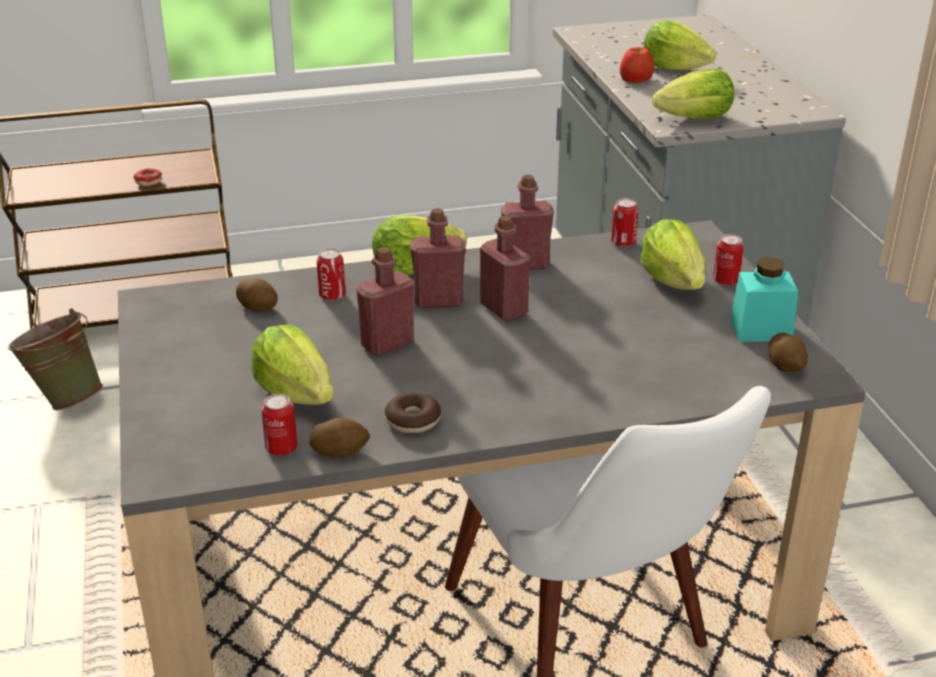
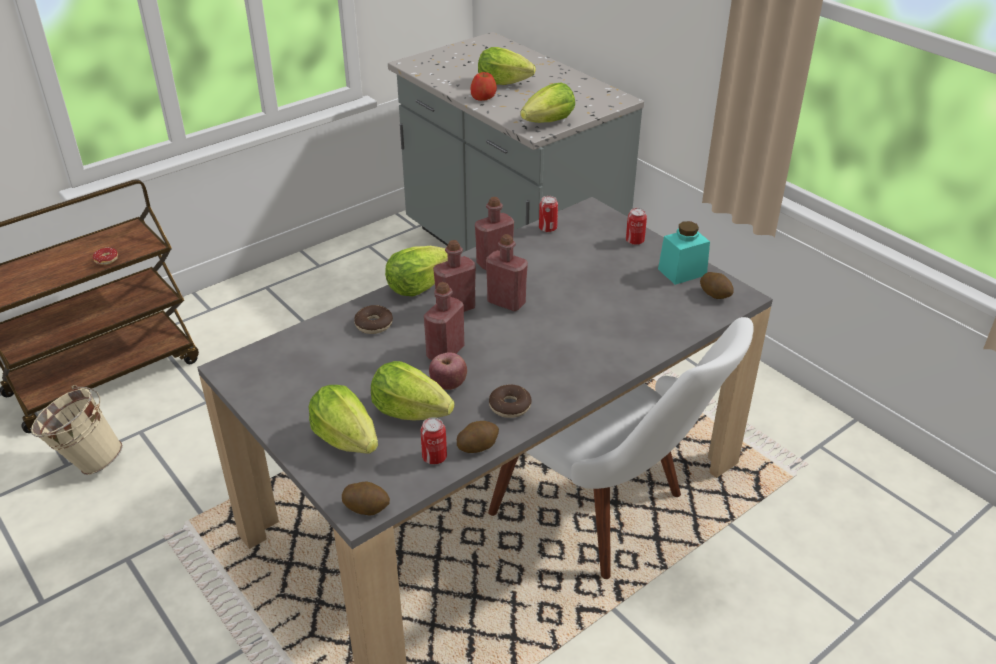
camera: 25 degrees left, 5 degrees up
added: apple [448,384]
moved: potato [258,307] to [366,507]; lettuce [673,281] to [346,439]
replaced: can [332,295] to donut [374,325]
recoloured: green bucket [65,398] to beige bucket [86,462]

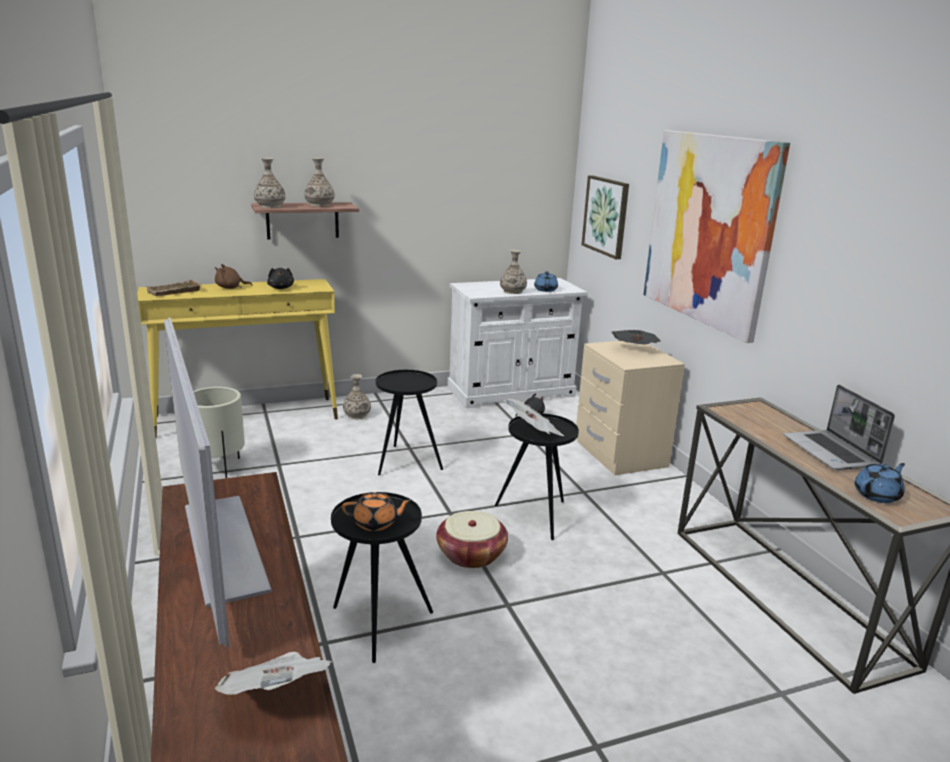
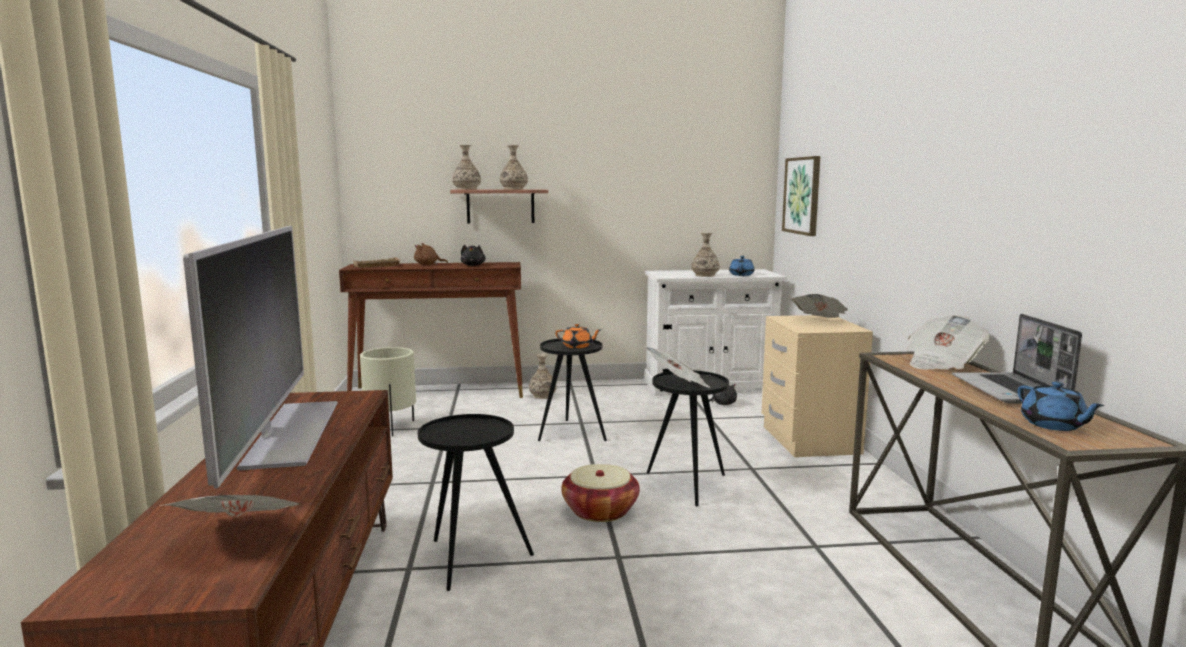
camera: 15 degrees right, 10 degrees down
removed: picture [709,230]
added: newspaper [941,363]
moved: orange teapot [376,523] to [577,346]
recoloured: yellow console table [248,417] to brown console table [439,392]
turned: blue teapot [877,495] = [1053,425] 90 degrees clockwise

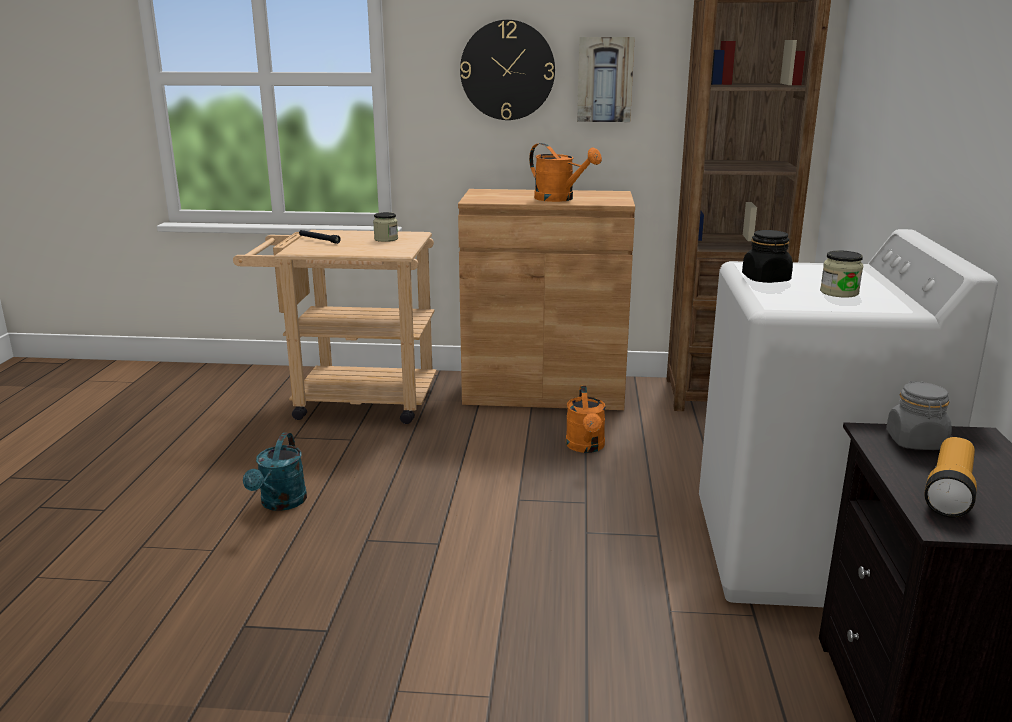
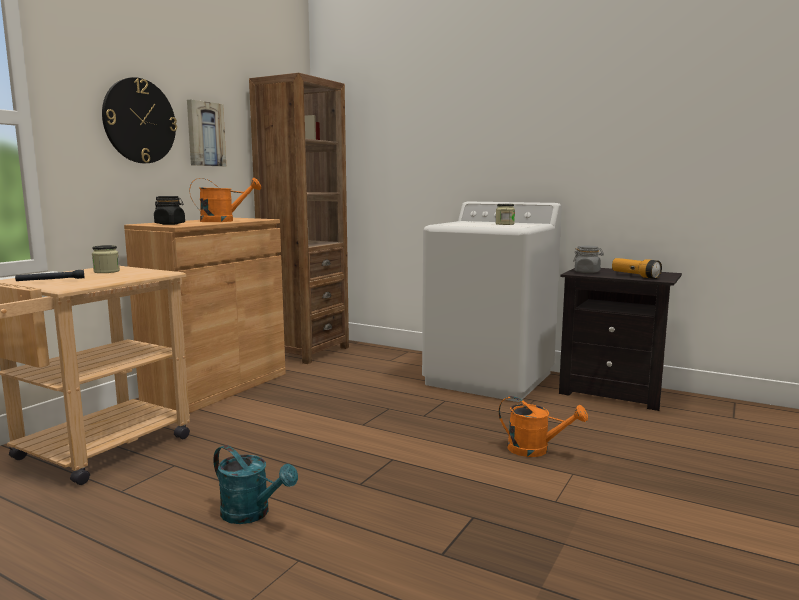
camera: 65 degrees left, 10 degrees down
moved: orange watering can [586,447] to [536,450]; black jar [766,279] to [170,224]

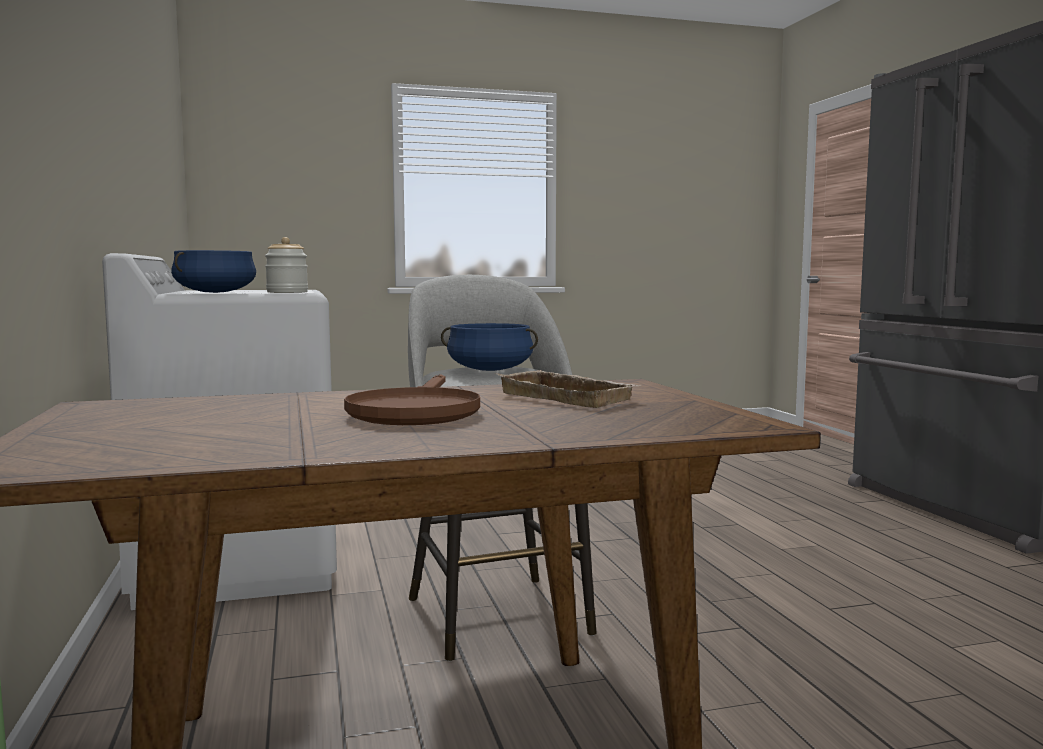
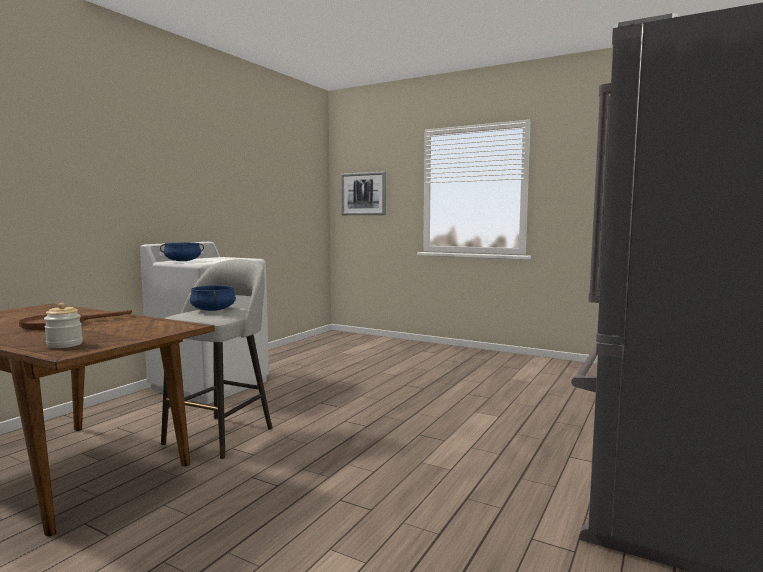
camera: 45 degrees right, 0 degrees up
removed: beige tray [570,397]
added: picture [363,194]
moved: jar [287,292] to [64,345]

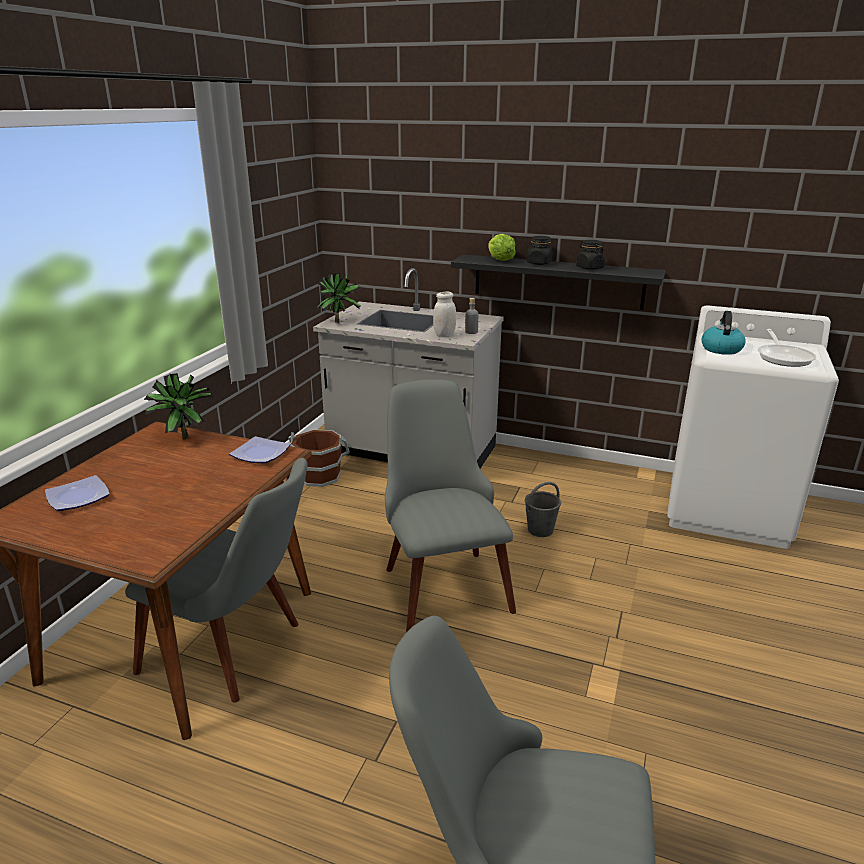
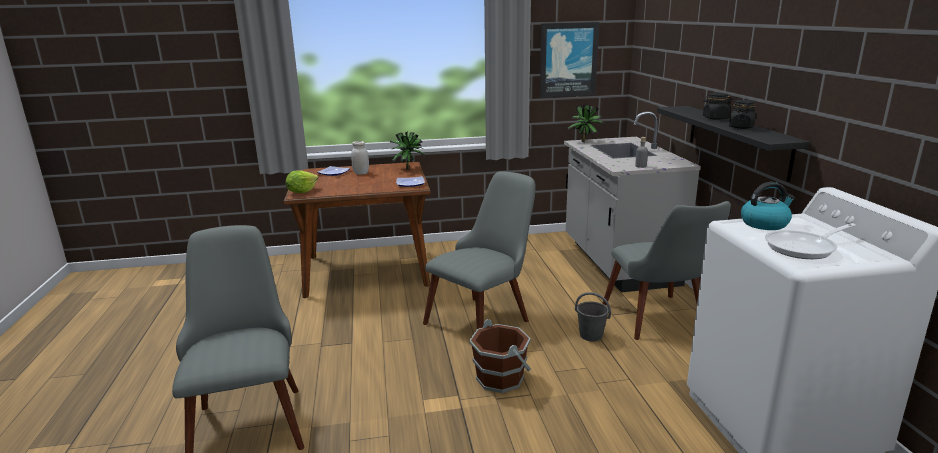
camera: 60 degrees right, 5 degrees down
added: picture [568,60]
moved: grey chair [238,650] to [660,323]; brown bucket [319,476] to [500,378]; white jar [444,335] to [361,173]; lettuce [500,260] to [302,192]

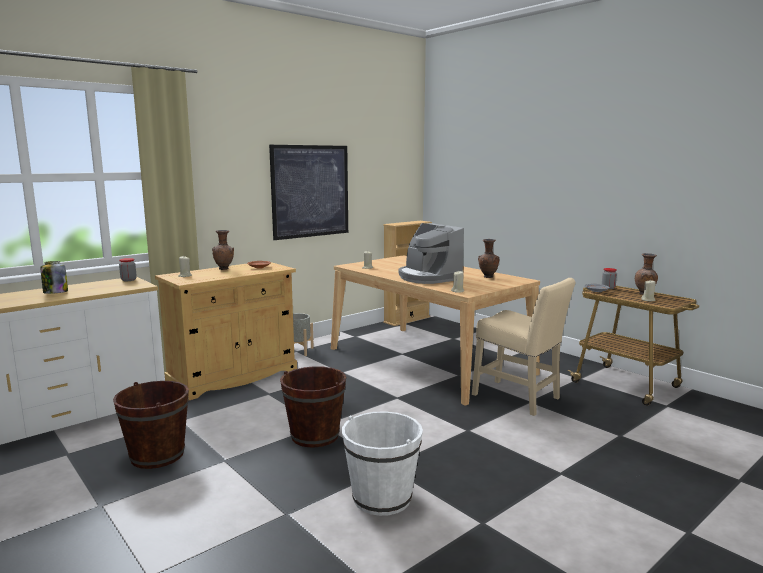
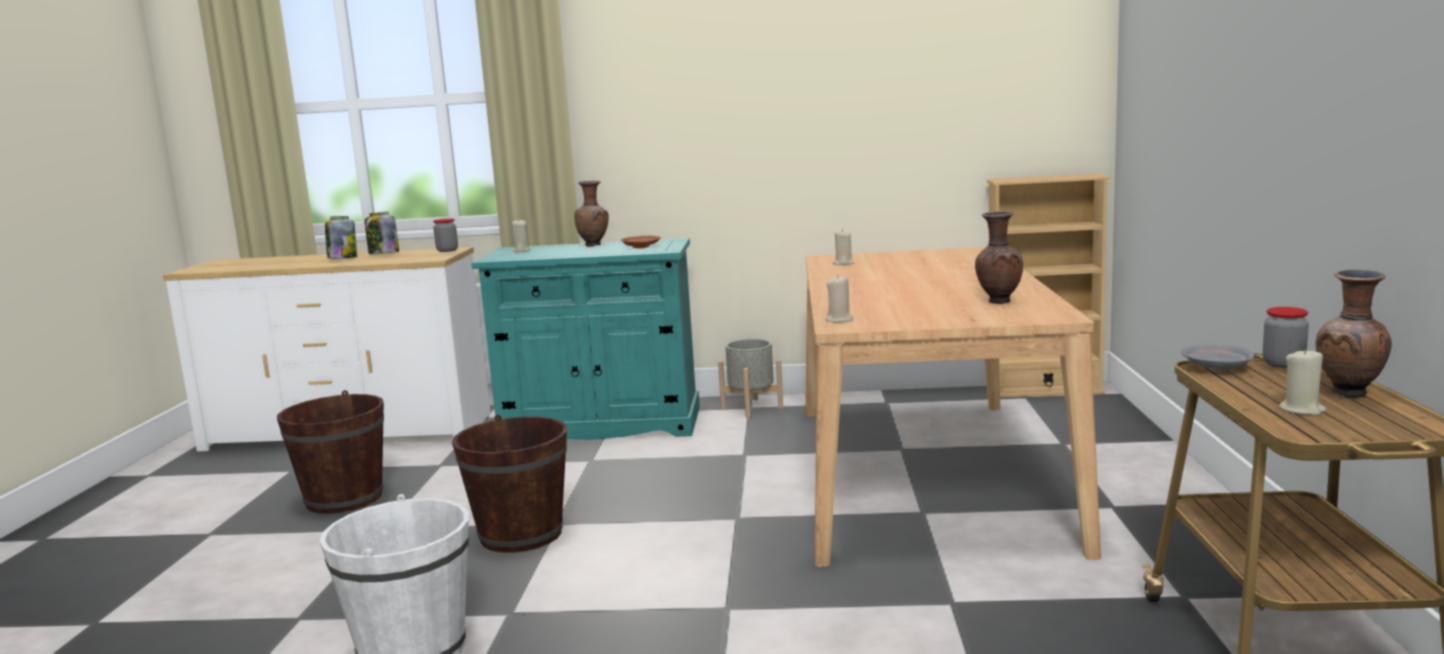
camera: 45 degrees right, 0 degrees up
removed: picture [310,191]; coffee machine [428,277]; beige chair [519,398]
added: jar [383,254]
recoloured: beige cabinet [233,376] to turquoise cabinet [600,425]

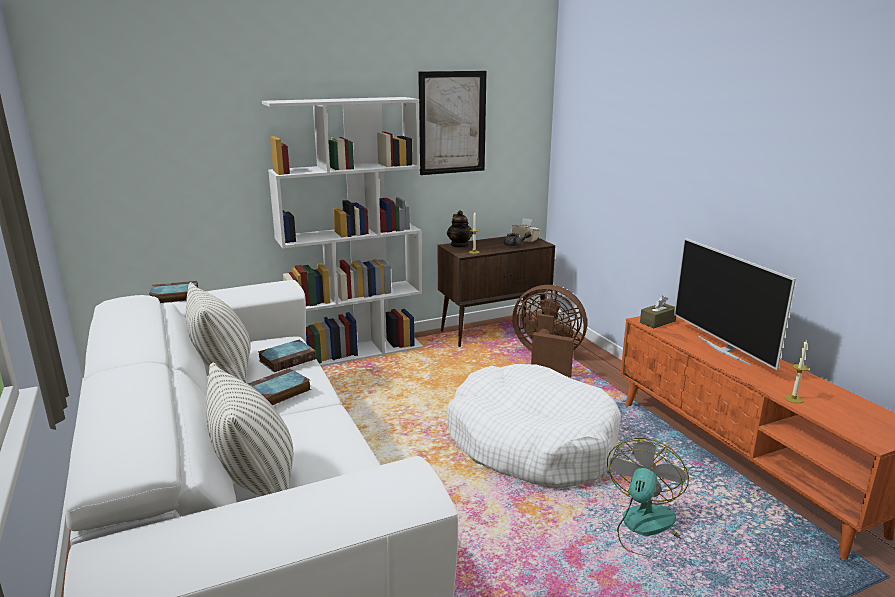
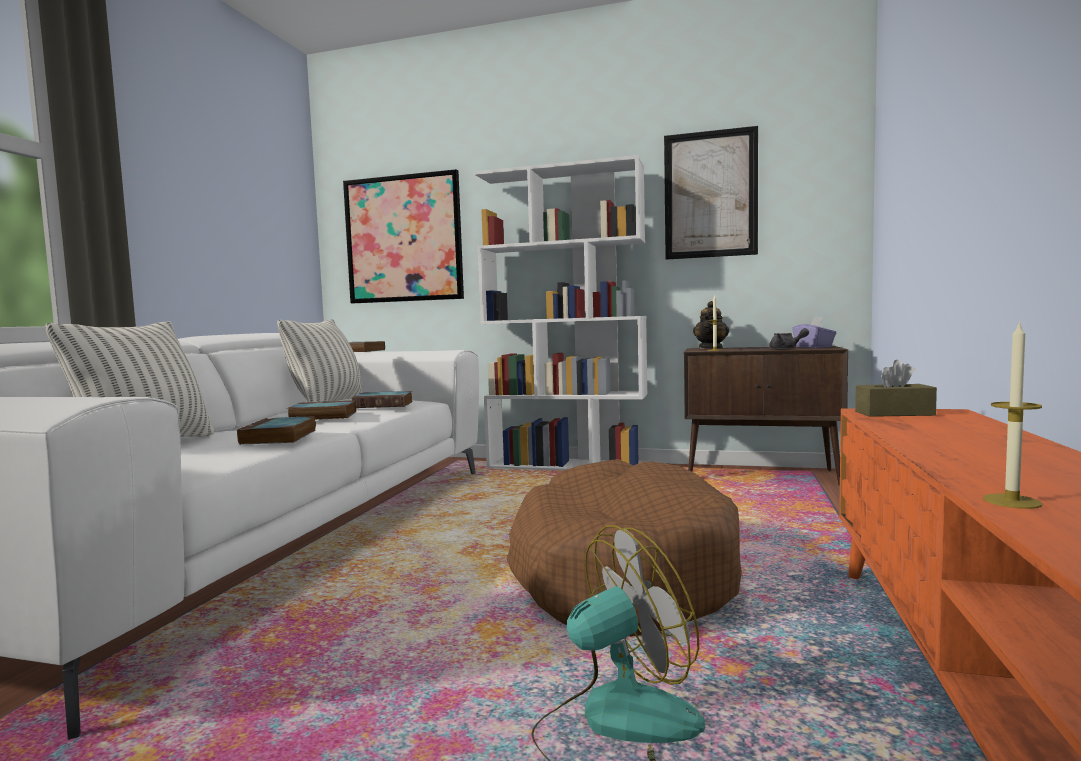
camera: 40 degrees right, 15 degrees down
removed: brown fan [547,359]; television [724,350]
added: book [279,437]; picture [404,239]
recoloured: white dog bed [531,442] to brown dog bed [621,573]; beige tissue box [525,239] to purple tissue box [814,347]

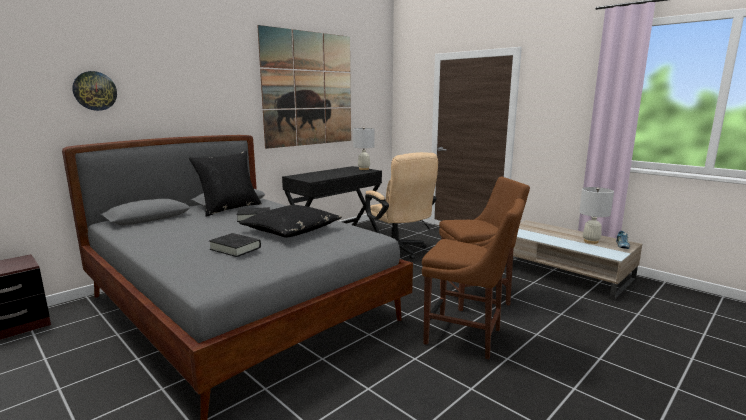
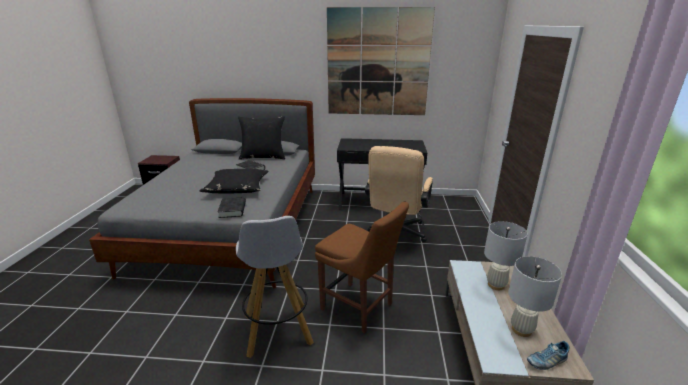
camera: 50 degrees right, 10 degrees up
removed: wall clock [95,91]
moved: black book [235,248] to [232,210]; white table lamp [364,169] to [496,285]
replaced: brown chair [467,337] to white stool [278,330]

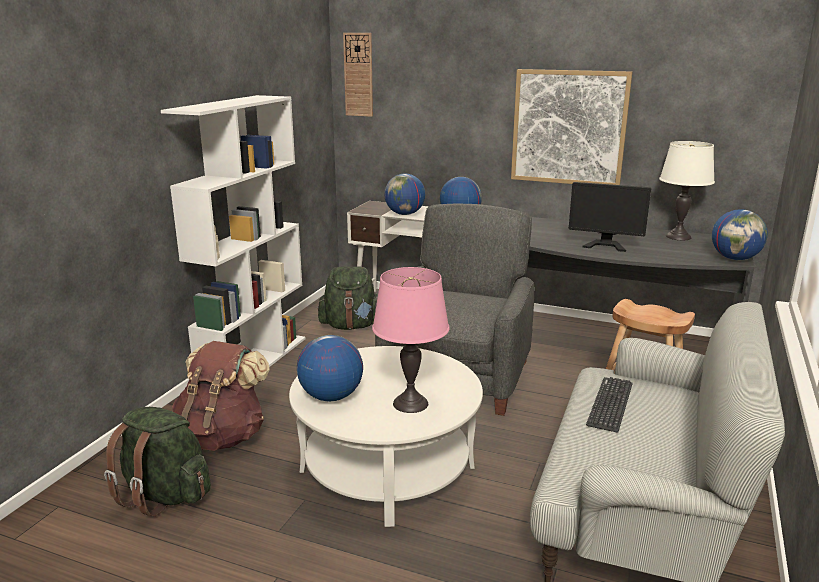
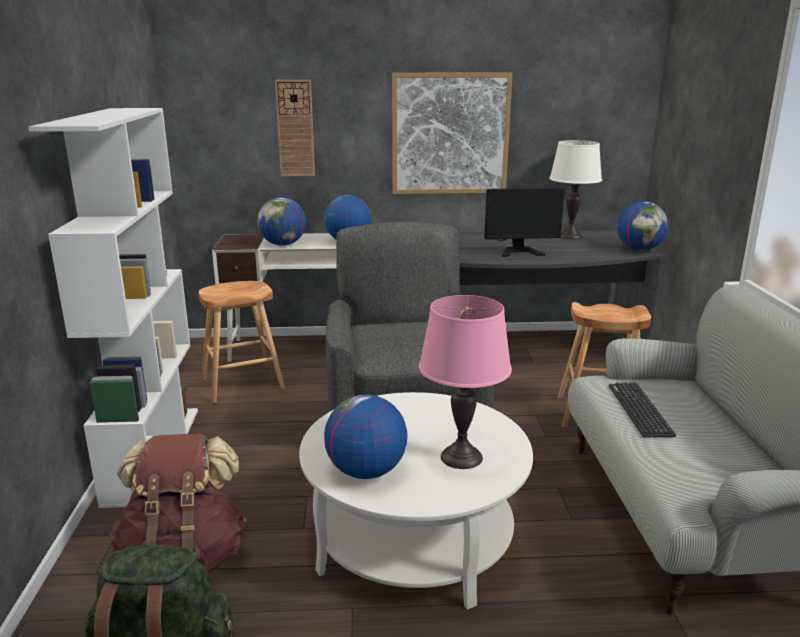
camera: 25 degrees left, 0 degrees up
moved: wall clock [358,75] to [295,128]
replaced: green backpack [351,326] to brown stool [242,384]

